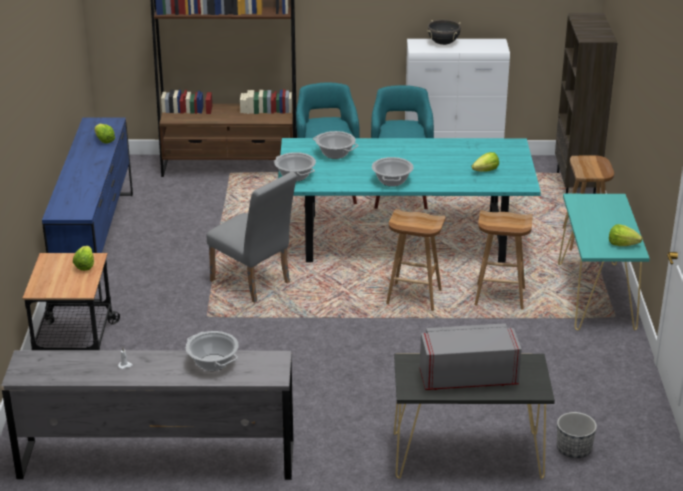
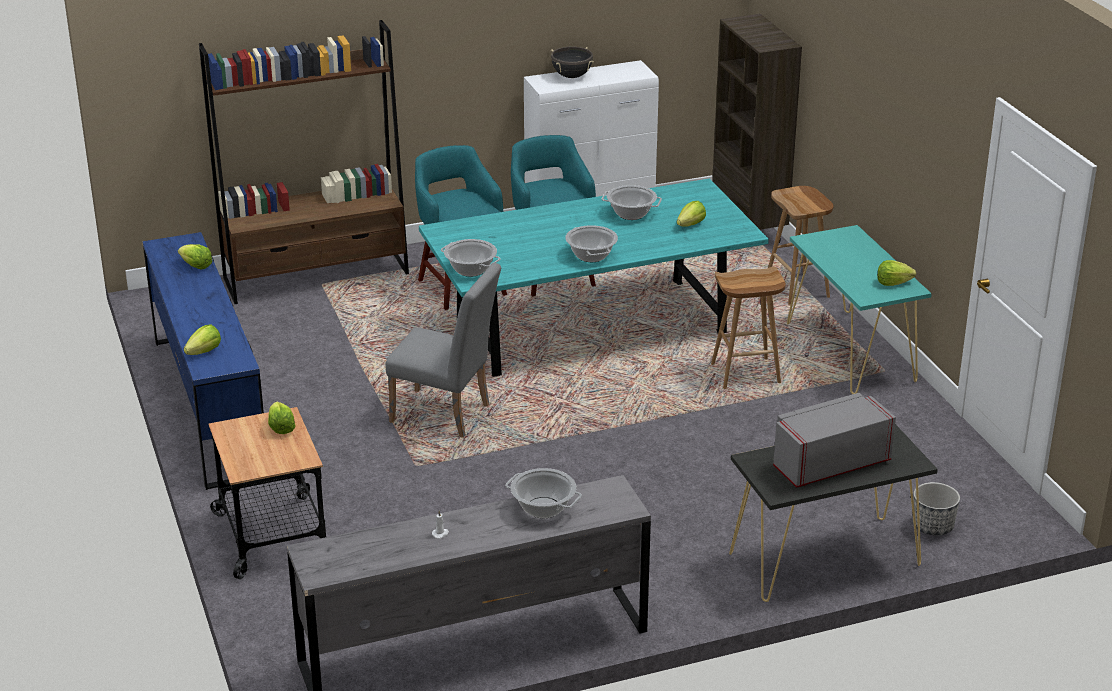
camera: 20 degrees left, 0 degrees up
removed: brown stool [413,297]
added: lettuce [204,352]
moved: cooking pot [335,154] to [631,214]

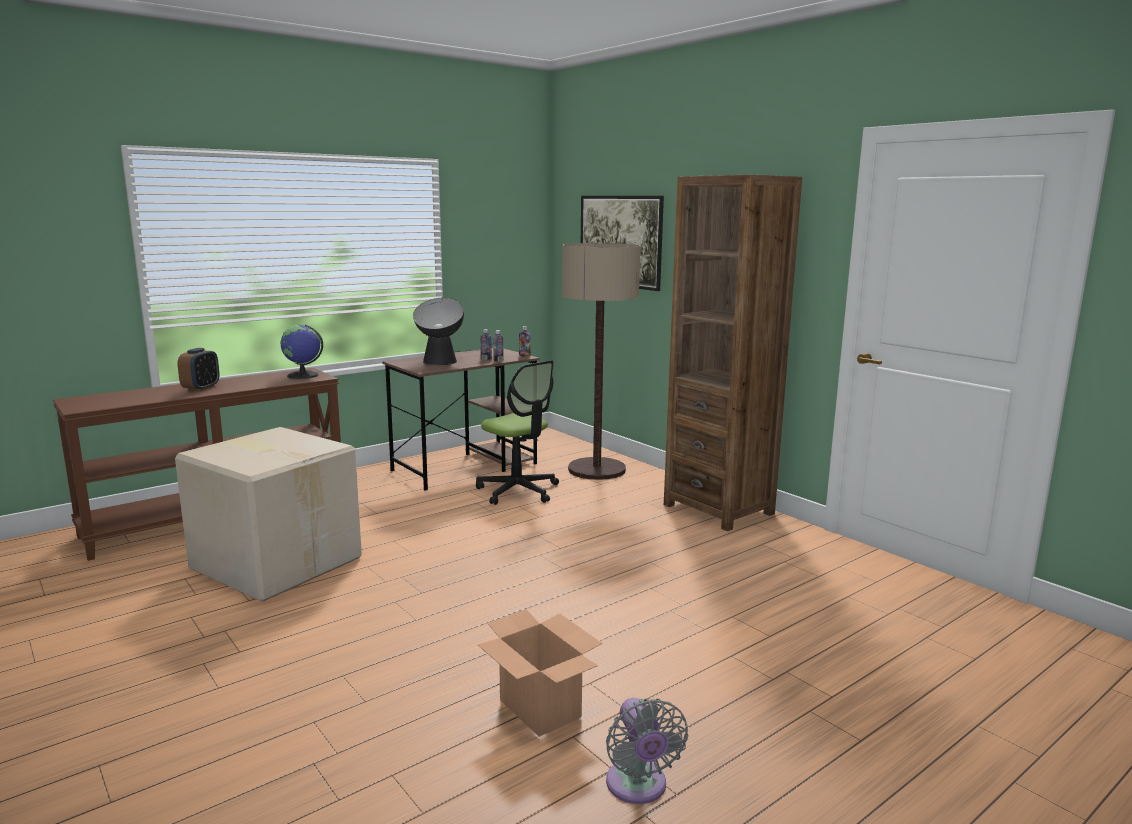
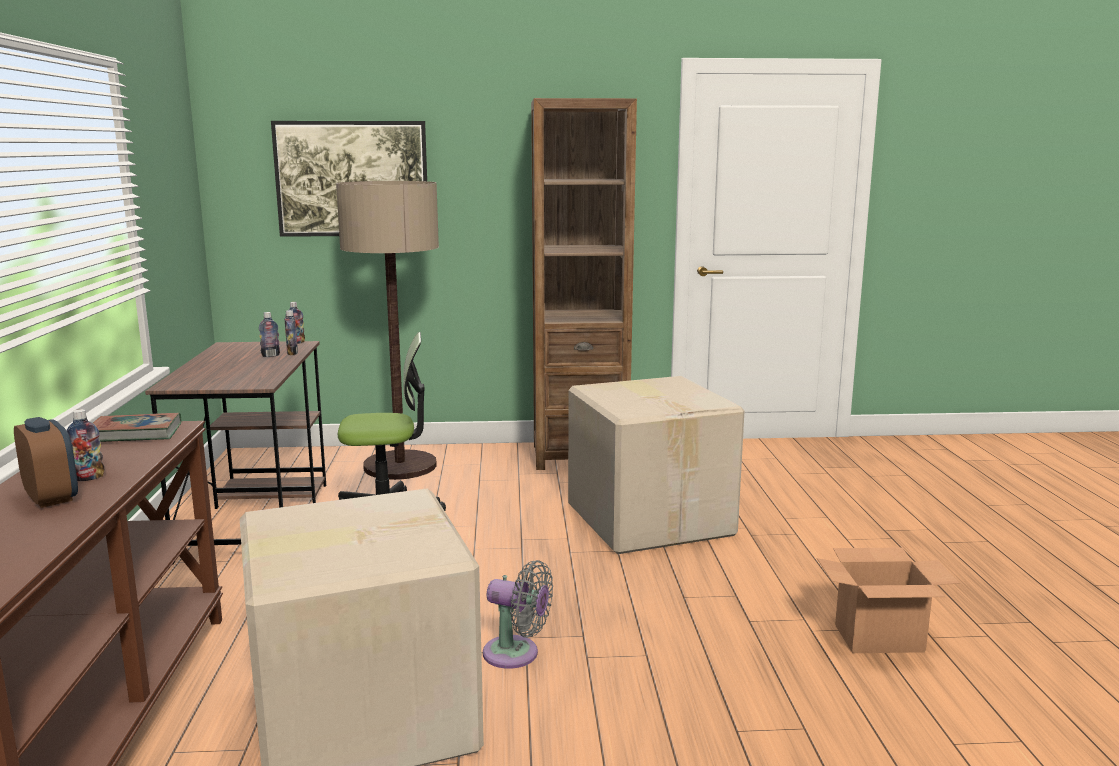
camera: 55 degrees left, 0 degrees up
removed: table lamp [441,360]
added: bottle [88,478]; cardboard box [650,519]
moved: grey fan [638,787] to [516,654]
replaced: globe [303,375] to book [135,433]

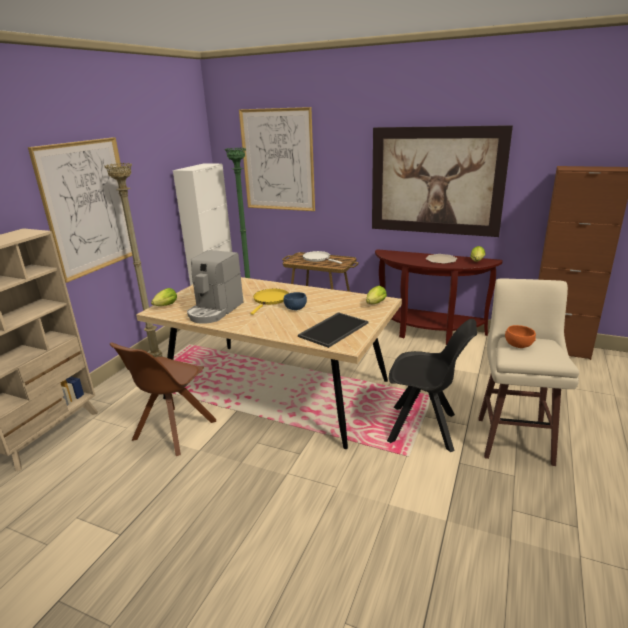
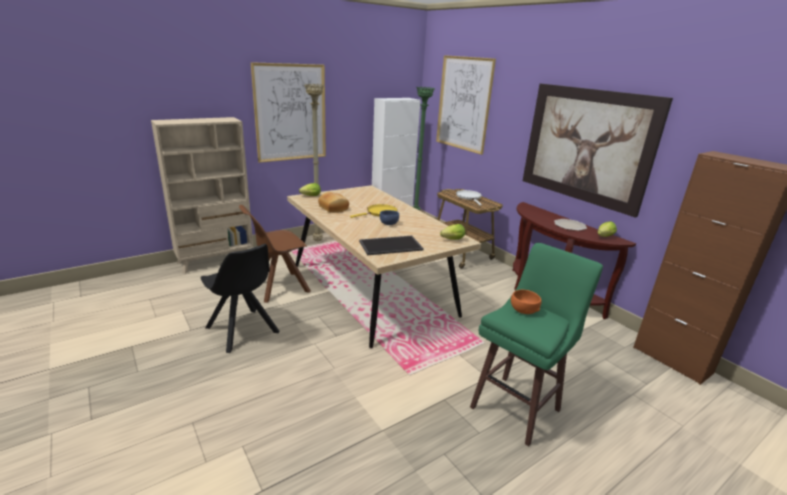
camera: 30 degrees right, 0 degrees up
moved: black chair [424,428] to [243,331]
replaced: coffee machine [215,310] to bread [334,208]
recoloured: beige stool [514,439] to green stool [517,407]

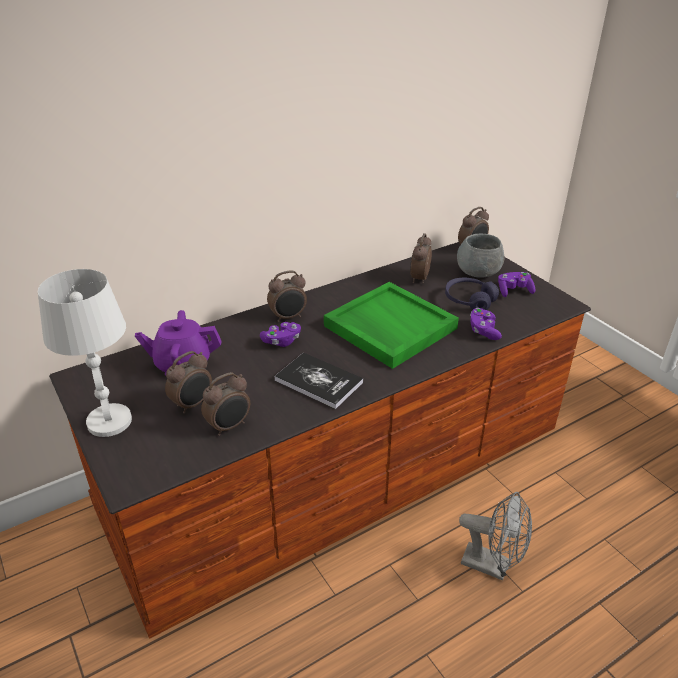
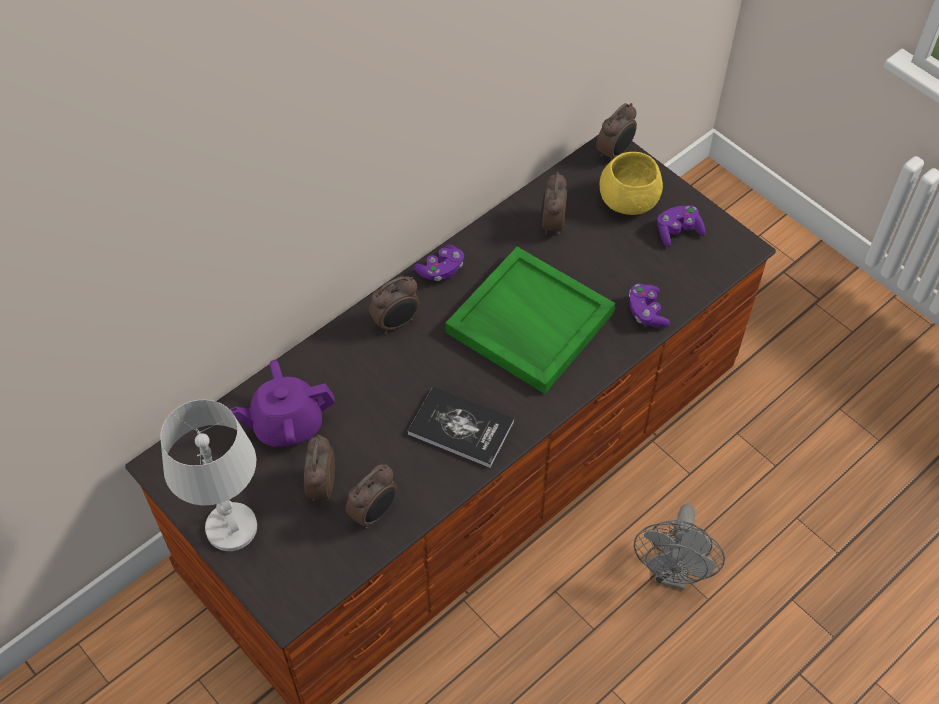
camera: 10 degrees left, 20 degrees up
removed: purple headphones [469,301]
moved: purple game controller [281,341] to [441,270]
recoloured: grey bowl [478,273] to yellow bowl [629,202]
turned: alarm clock [193,404] = [321,486] 150 degrees clockwise; grey fan [492,565] = [672,572] 90 degrees clockwise

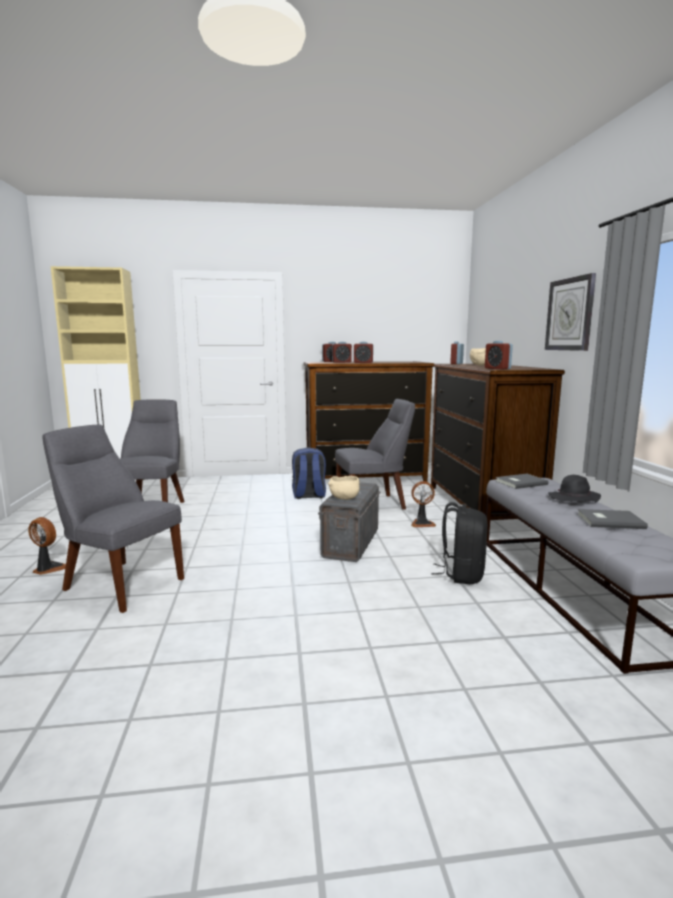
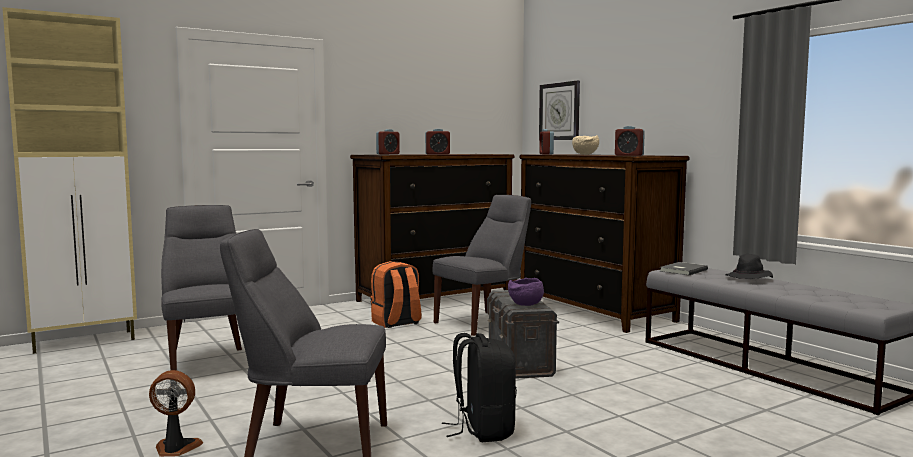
camera: 25 degrees left, 5 degrees down
removed: alarm clock [341,362]; fan [422,523]; grey book [609,521]
moved: black backpack [461,574] to [483,430]; wall clock [570,314] to [559,111]
recoloured: blue backpack [308,495] to orange backpack [396,323]; beige bowl [344,499] to purple bowl [525,305]

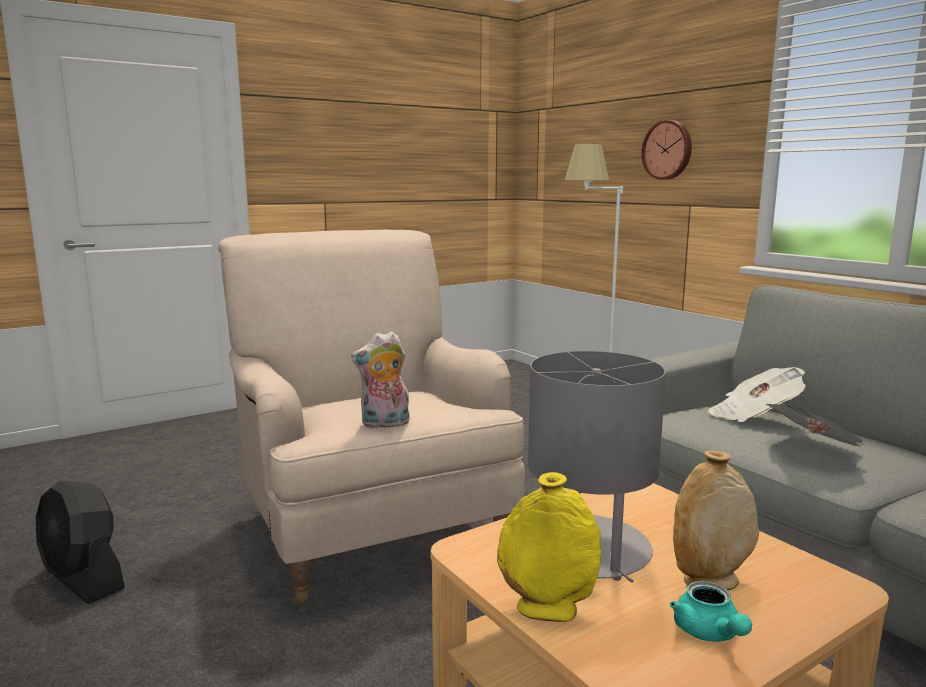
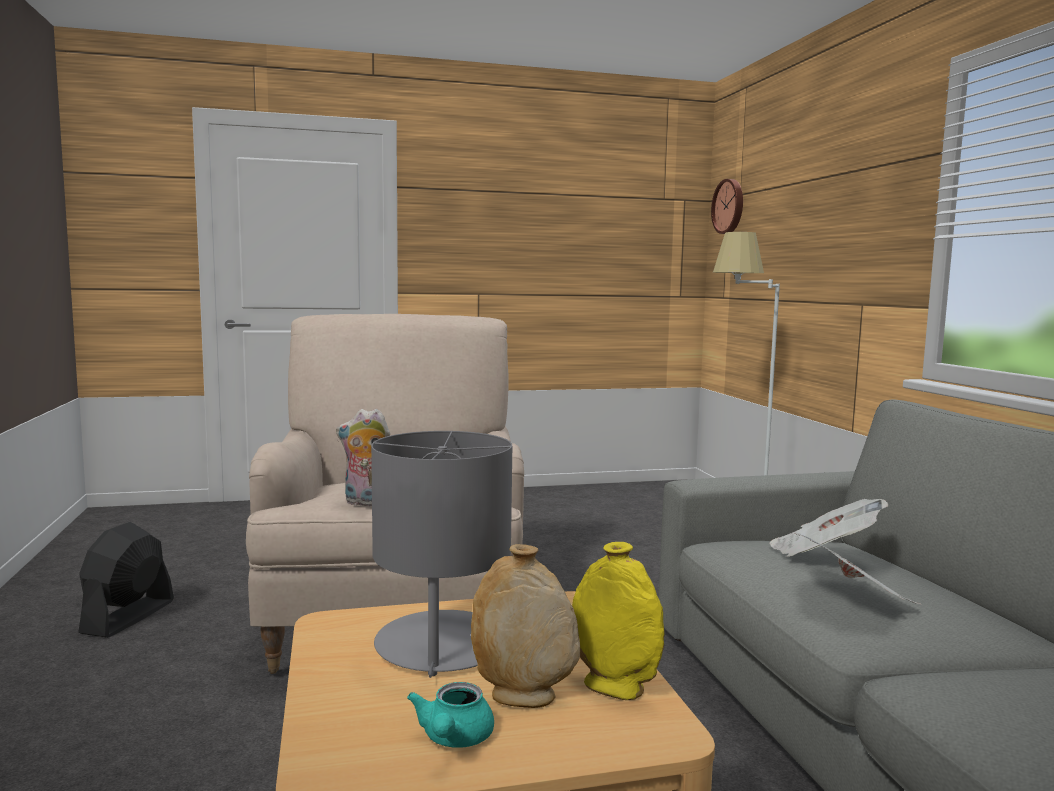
camera: 20 degrees right, 5 degrees down
moved: yellow vase [546,610] to [613,687]; wall clock [668,150] to [729,206]
turned: black fan [83,579] = [128,617] 45 degrees clockwise

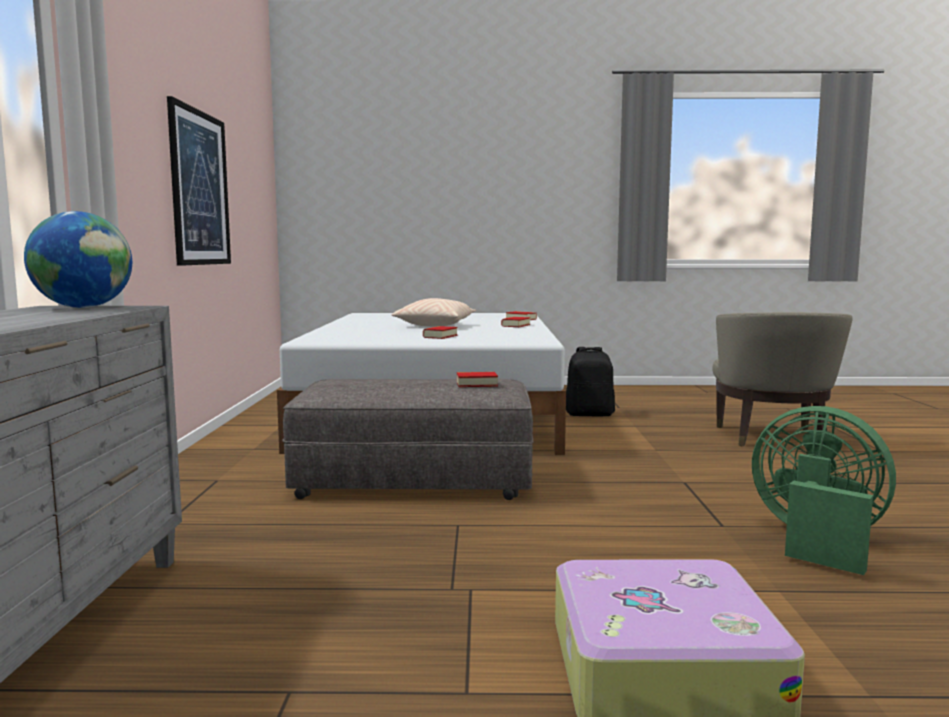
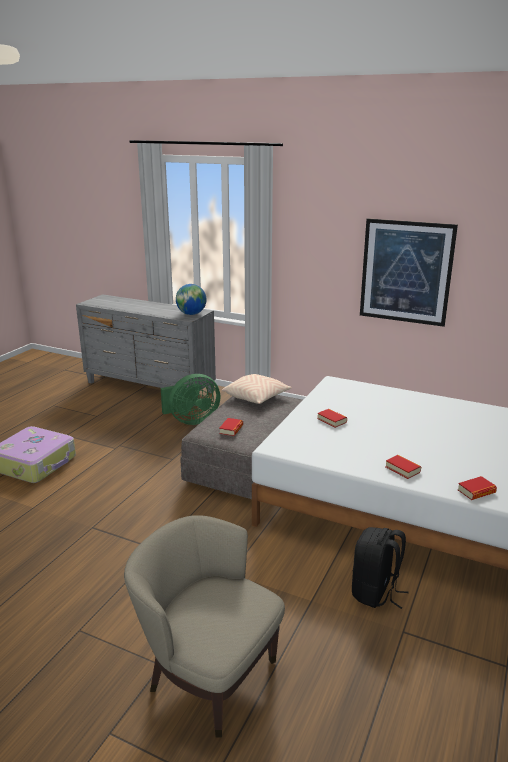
camera: 115 degrees right, 15 degrees up
moved: beige pillow [435,325] to [256,397]; green fan [816,541] to [191,420]

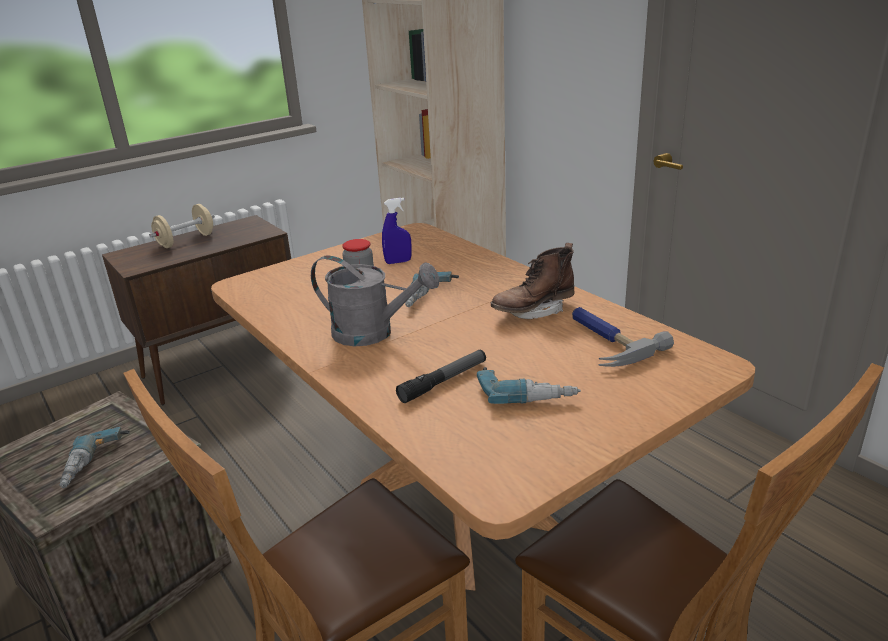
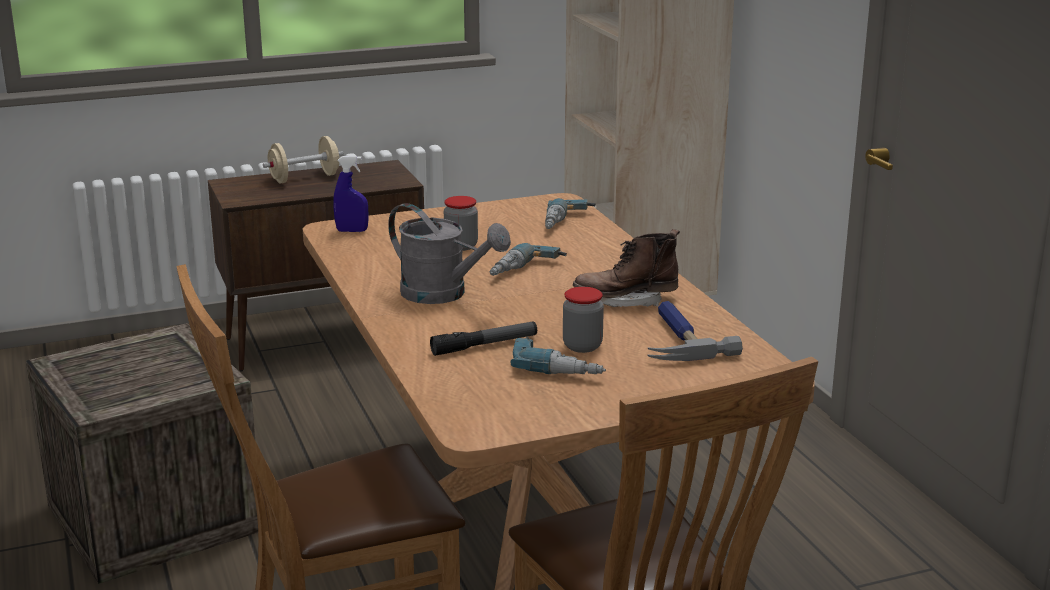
camera: 15 degrees right, 5 degrees down
added: jar [582,346]
moved: power drill [96,464] to [568,223]; blue spray bottle [398,262] to [352,231]

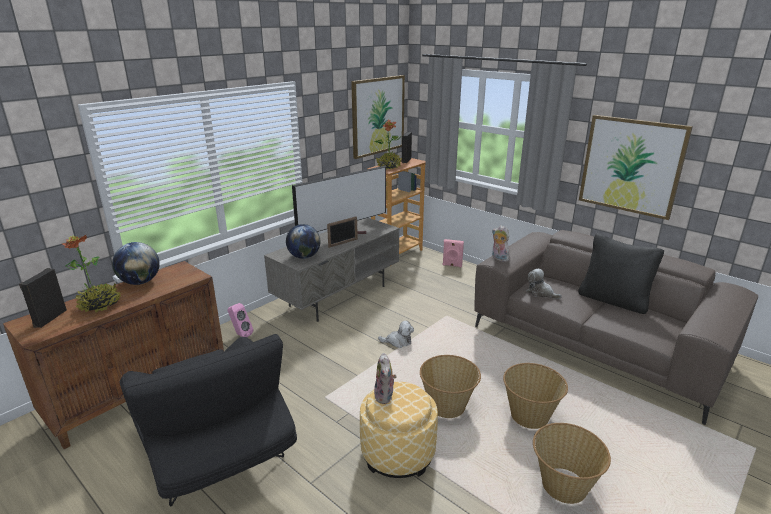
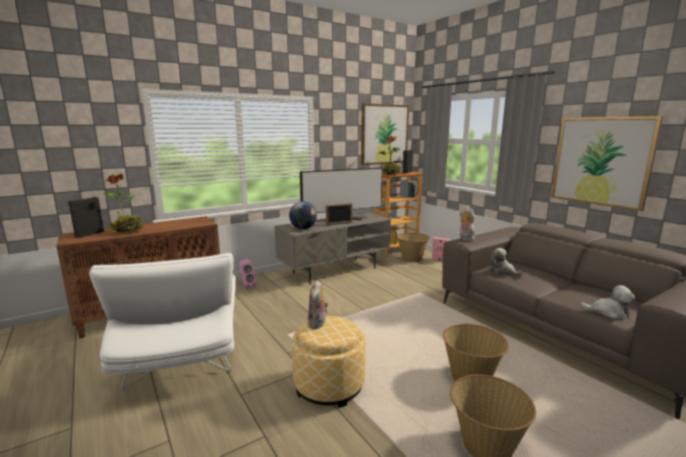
camera: 15 degrees right, 10 degrees down
removed: globe [140,282]; black pillow [613,300]
moved: plush toy [398,342] to [608,312]; basket [447,406] to [412,258]
recoloured: black armchair [216,450] to white armchair [182,357]

